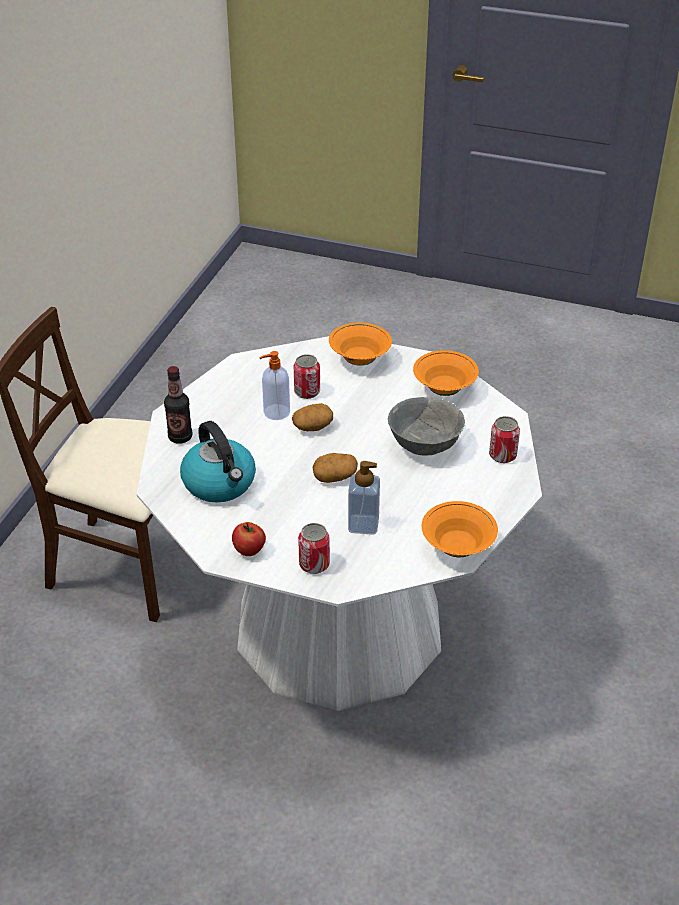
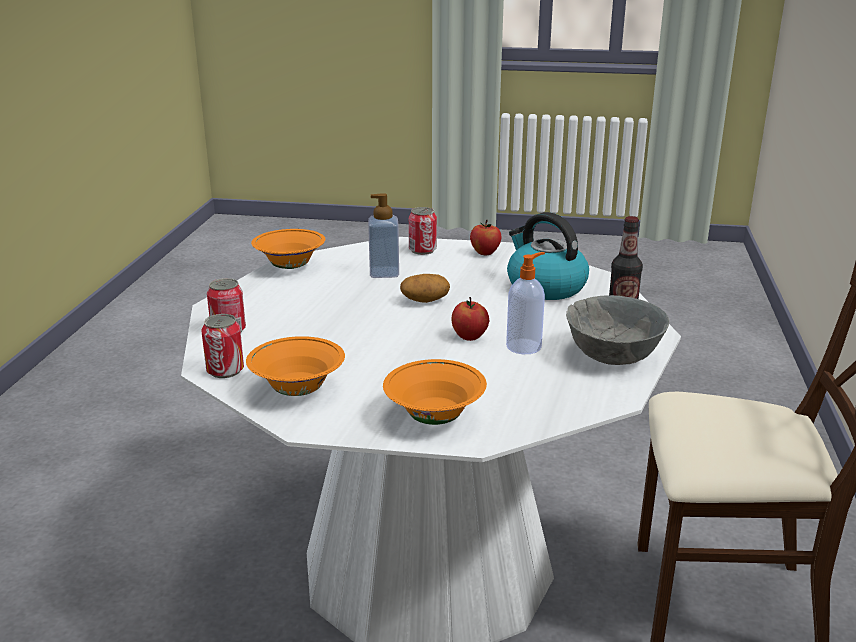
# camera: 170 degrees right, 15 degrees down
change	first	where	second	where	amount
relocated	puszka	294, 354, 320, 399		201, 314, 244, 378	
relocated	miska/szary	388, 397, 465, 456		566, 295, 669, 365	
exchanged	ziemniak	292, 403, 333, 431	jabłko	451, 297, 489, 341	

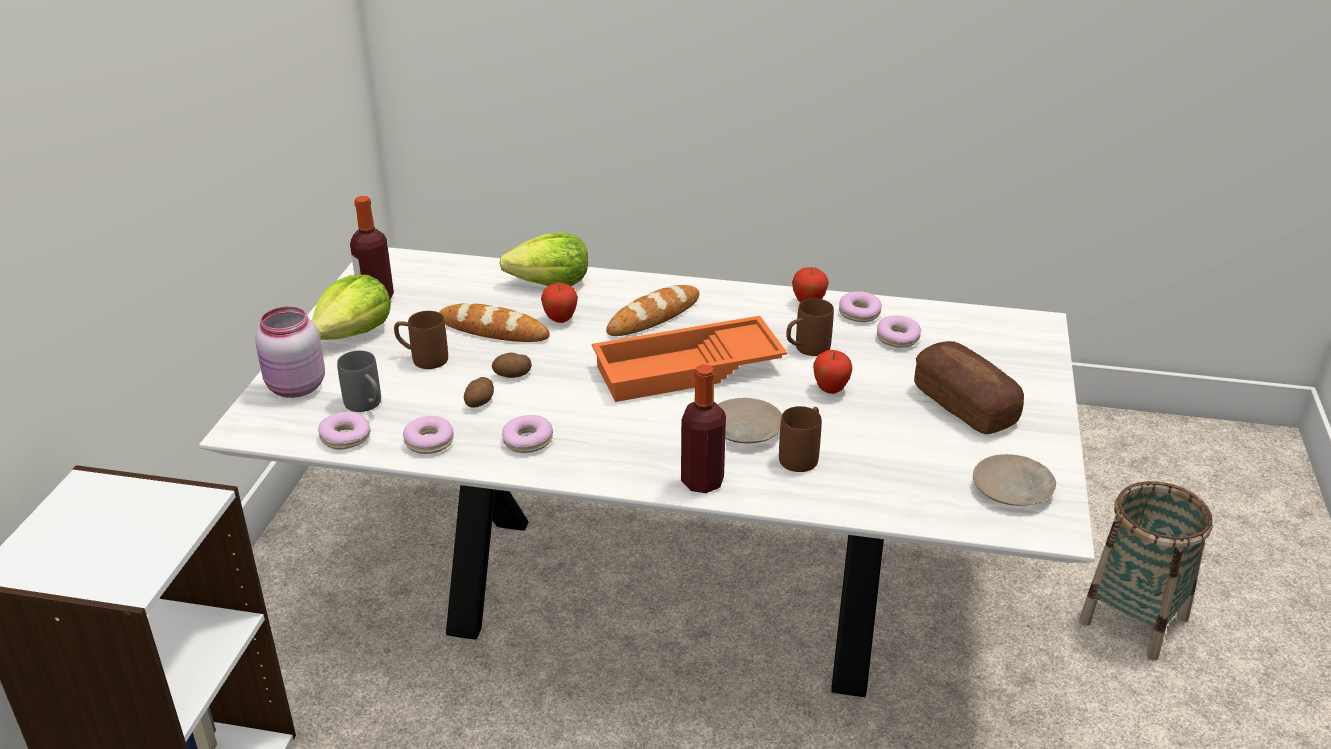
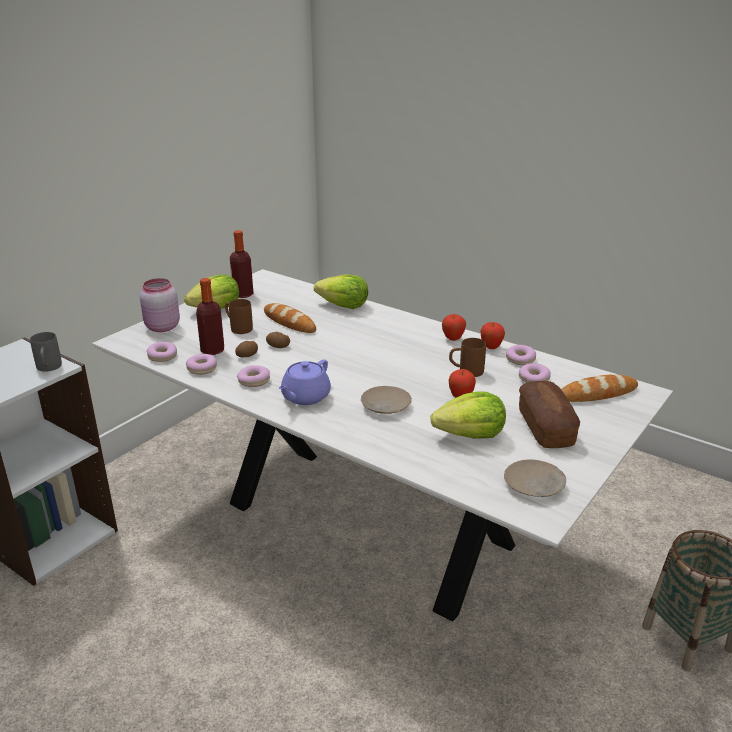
# camera: 25 degrees right, 5 degrees down
change	first	where	second	where	amount
missing	taca/pomarańczowy	592, 316, 787, 402			
missing	kubek/brązowy	779, 406, 822, 472			
appeared			imbryk/fioletowy	279, 360, 331, 405	
appeared			sałata	431, 391, 506, 439	
relocated	kubek/szary	337, 350, 381, 412		30, 332, 62, 372	
relocated	jabłko	541, 283, 578, 323		442, 314, 466, 341	
relocated	chleb	606, 285, 699, 336		561, 375, 638, 402	
relocated	butelka	681, 364, 726, 493		196, 278, 224, 355	

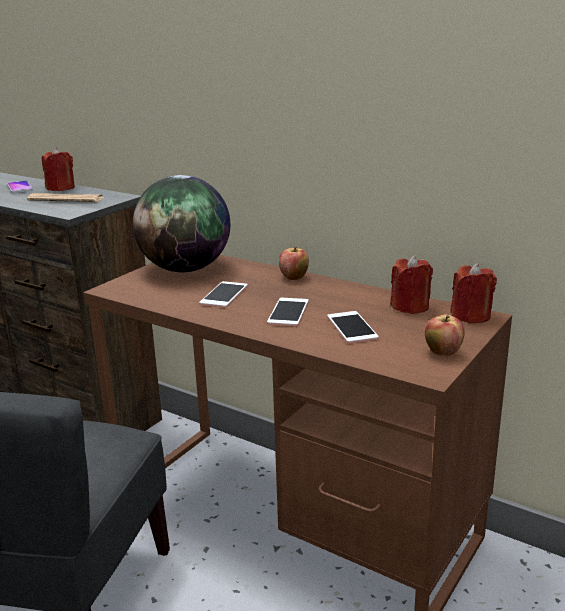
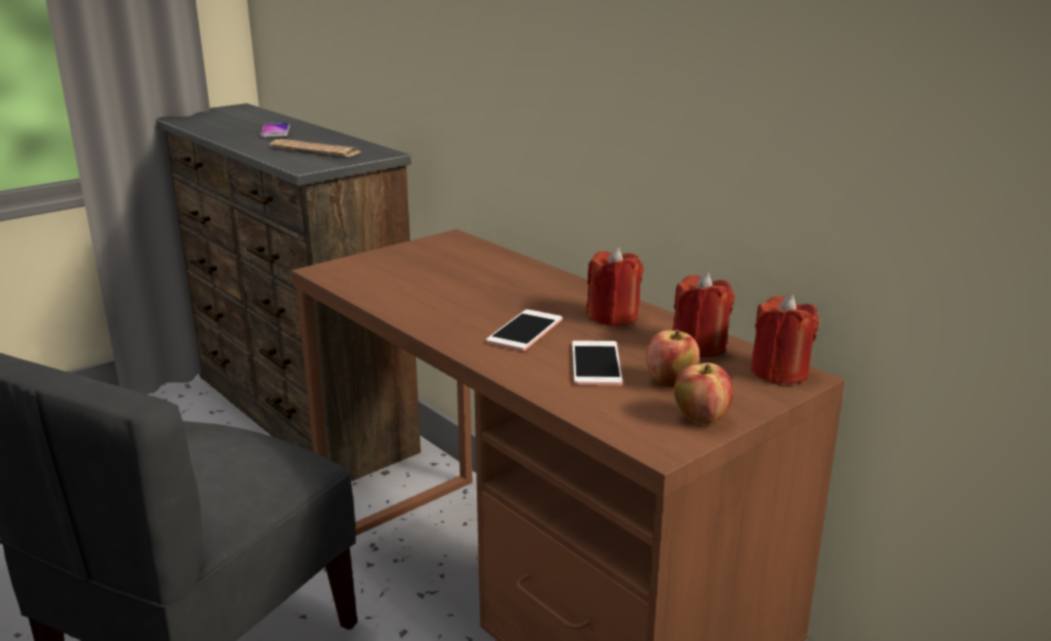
# camera: 15 degrees right, 0 degrees up
change	first	where	second	where	amount
missing	globus	133, 175, 230, 272			
missing	telefon	199, 281, 248, 308			
relocated	świeca/czerwony	42, 147, 75, 191		586, 247, 643, 327	
relocated	jabłko	279, 247, 309, 280		646, 330, 699, 388	

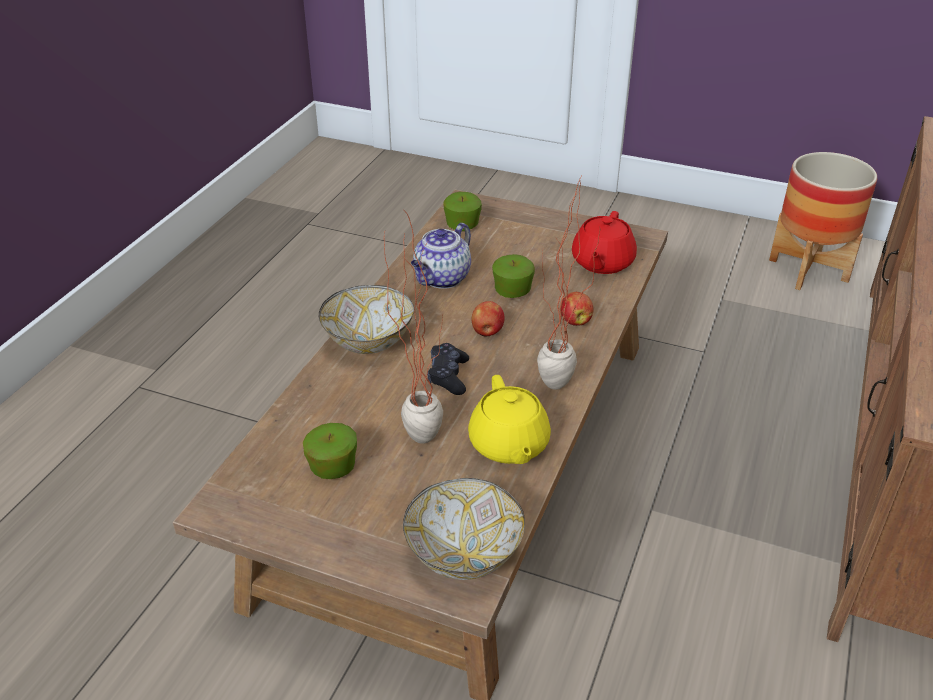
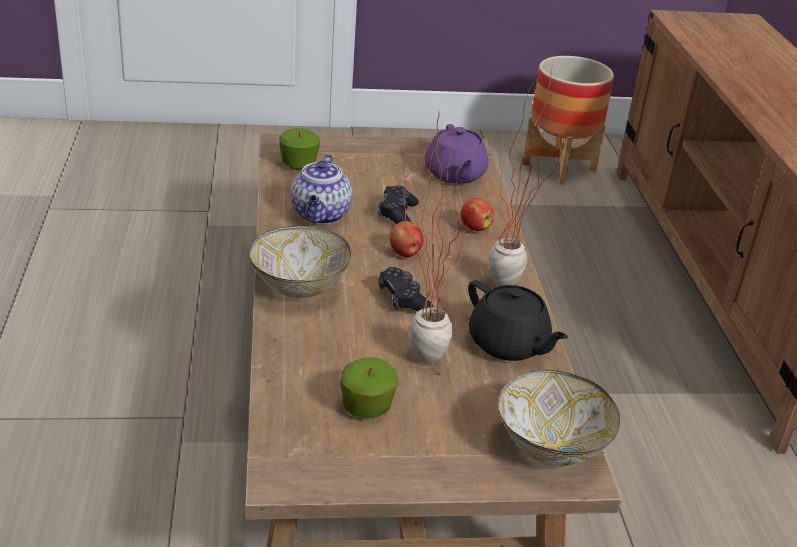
# camera: 30 degrees left, 5 degrees down
change	first	where	second	where	amount
exchanged	jabłko	492, 254, 535, 298	pad do gier/czarny	378, 186, 419, 224	
colour	imbryk/żółty	468, 375, 551, 464	imbryk/czarny	468, 280, 568, 361	
colour	imbryk/czerwony	572, 211, 637, 274	imbryk/fioletowy	425, 124, 489, 184	

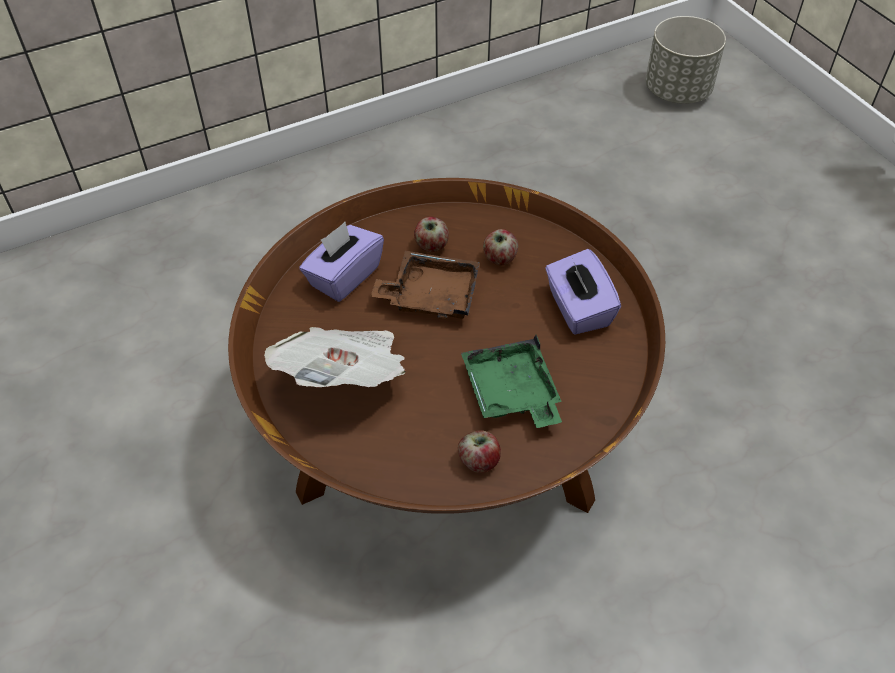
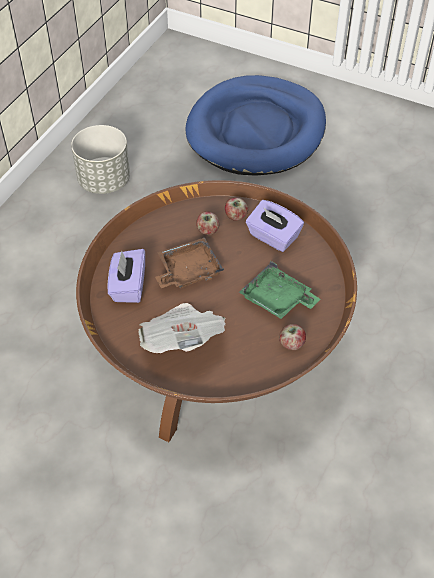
# camera: 35 degrees left, 0 degrees up
change	first	where	second	where	amount
appeared			legowisko/niebieski	185, 75, 326, 176	
relocated	jabłko	414, 217, 449, 252		225, 198, 248, 221	
relocated	donica/szary	645, 16, 726, 104		71, 125, 130, 194	

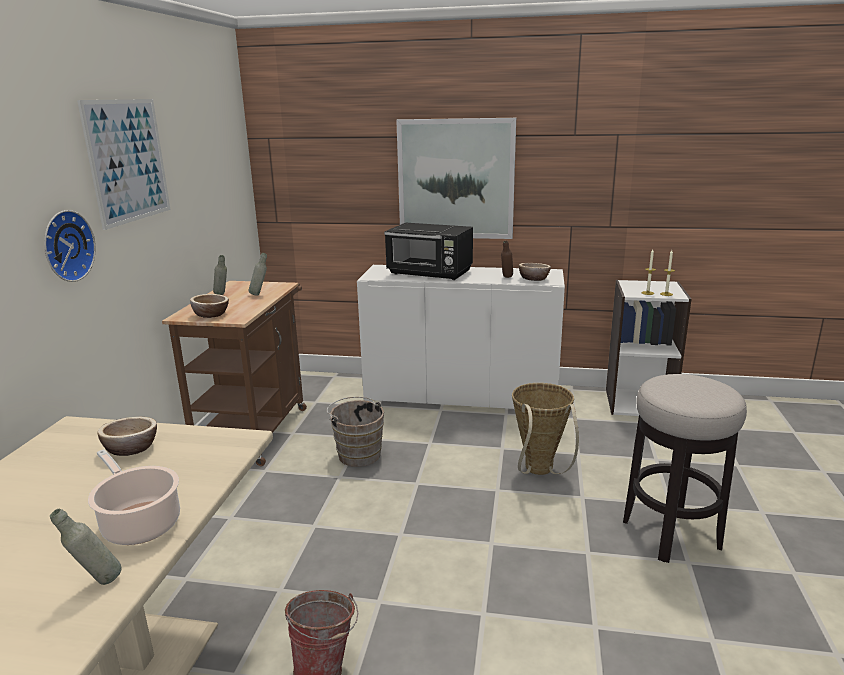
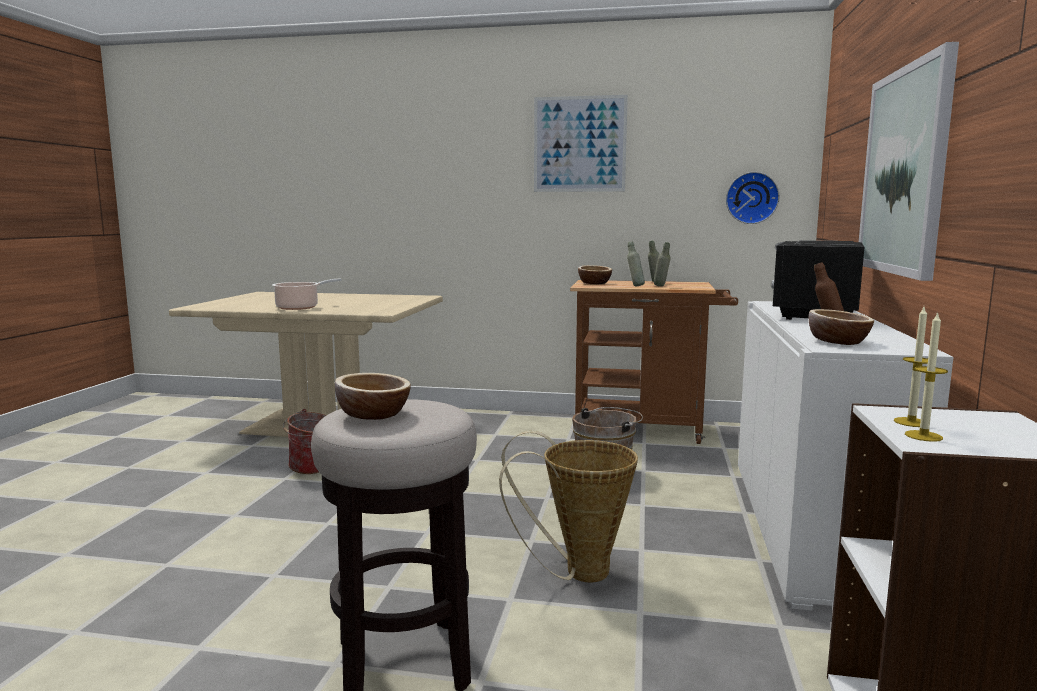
# camera: 90 degrees right, 10 degrees down
change	first	where	second	where	amount
relocated	zegar ścienny	44, 210, 96, 282		726, 172, 780, 224	
relocated	butelka/szary	50, 509, 122, 585		627, 242, 645, 287	
relocated	miska	97, 417, 157, 456		335, 373, 411, 420	

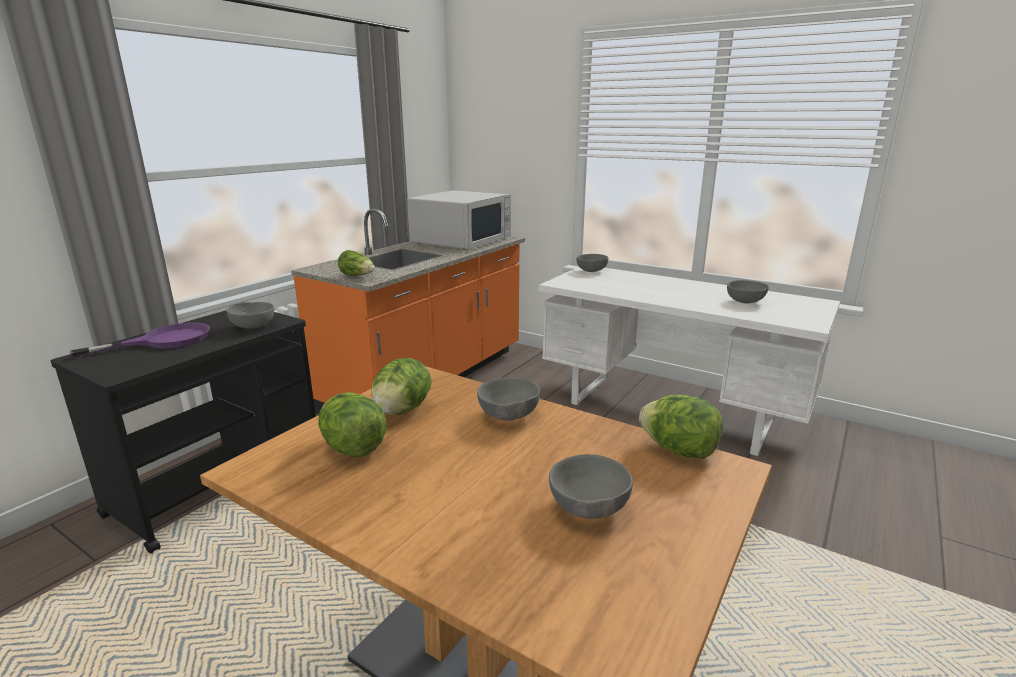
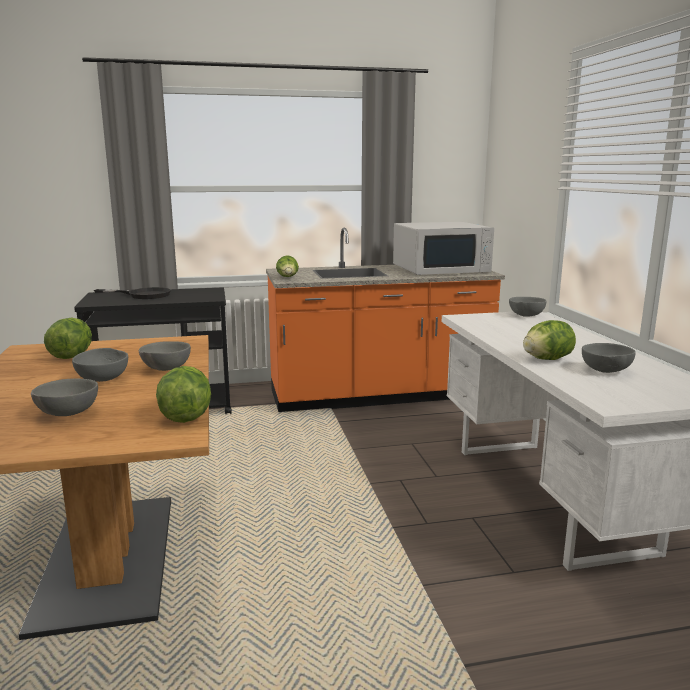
# camera: 45 degrees right, 5 degrees down
change	first	where	second	where	amount
relocated	miska/szary	226, 302, 274, 329		72, 348, 128, 382	
relocated	sałata	371, 358, 432, 415		523, 320, 576, 360	
colour	patelnia/fioletowy	70, 322, 210, 357	patelnia/czarny	94, 287, 171, 299	

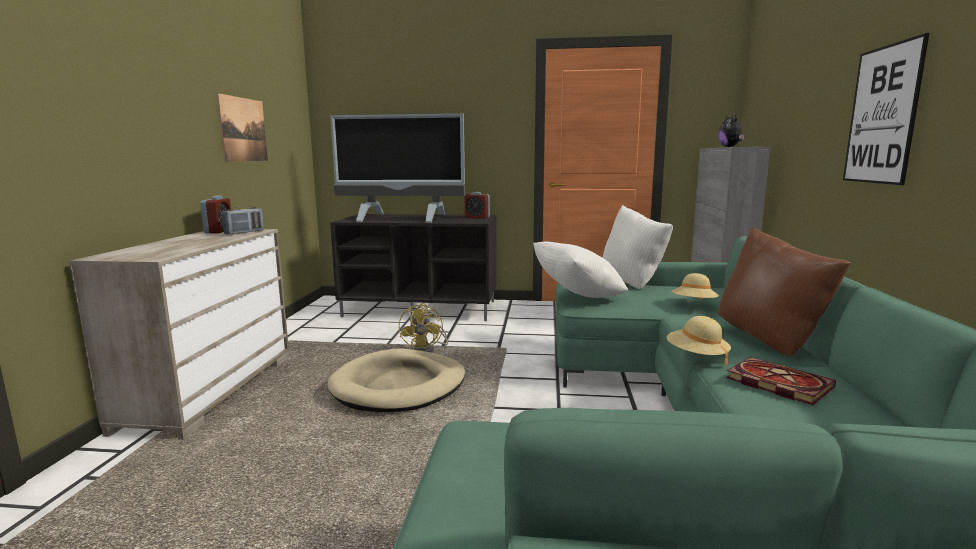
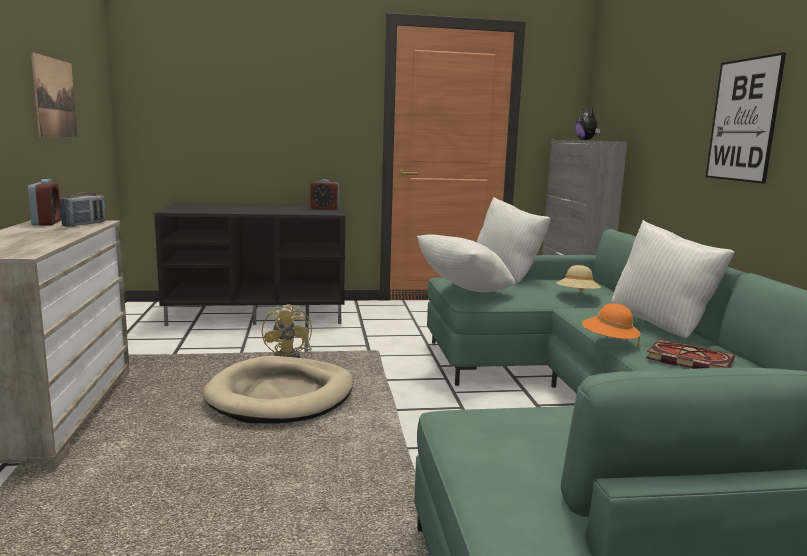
# camera: 15 degrees left, 0 degrees up
change	first	where	second	where	amount
missing	telewizor	330, 113, 465, 223			
colour	kapelusz/beżowy	667, 316, 731, 366	kapelusz/pomarańczowy	582, 303, 640, 348	
colour	poduszka/brązowy	718, 227, 850, 356	poduszka/biały	611, 220, 735, 338	

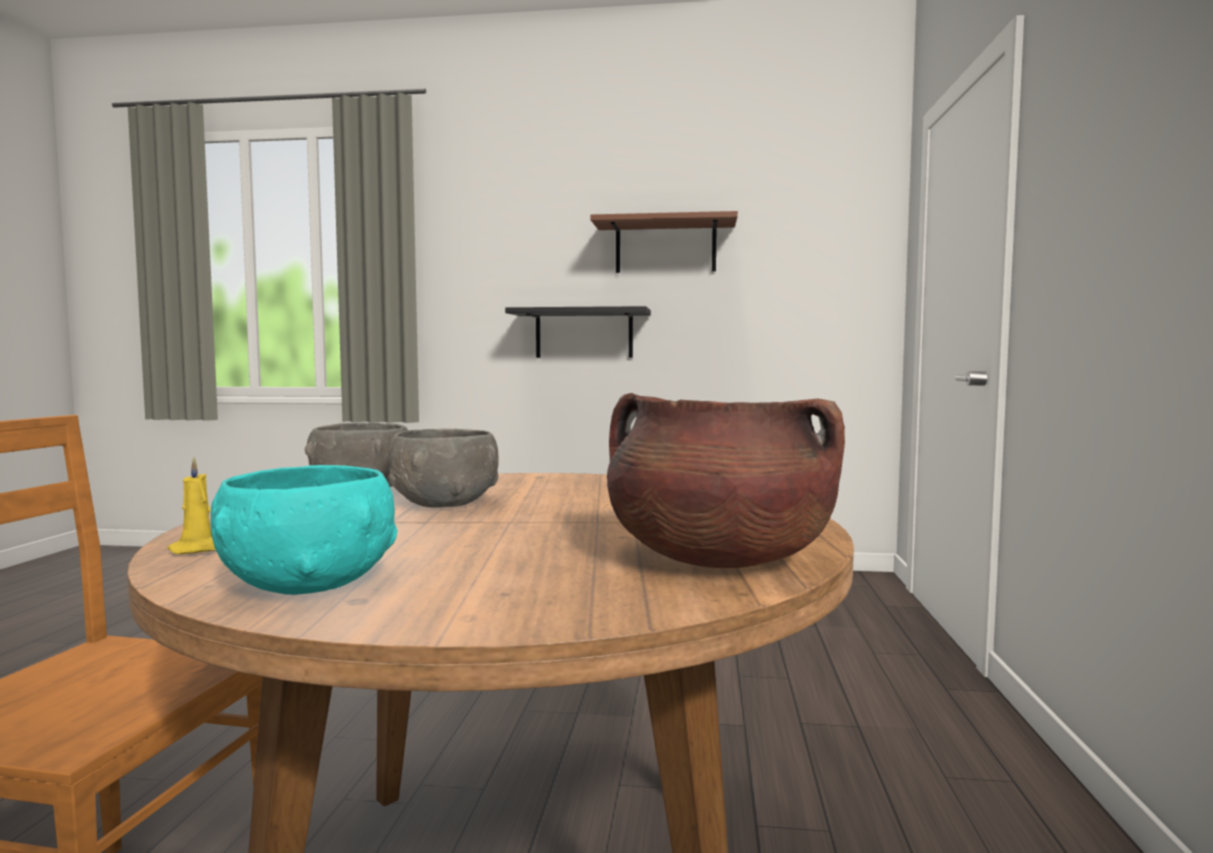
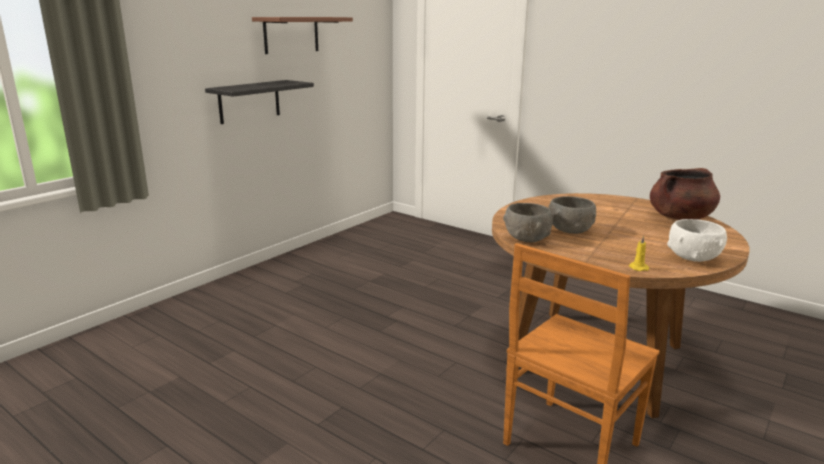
# camera: 60 degrees left, 15 degrees up
change	first	where	second	where	amount
colour	miska/turkusowy	211, 465, 398, 595	miska/biały	667, 219, 727, 262	

